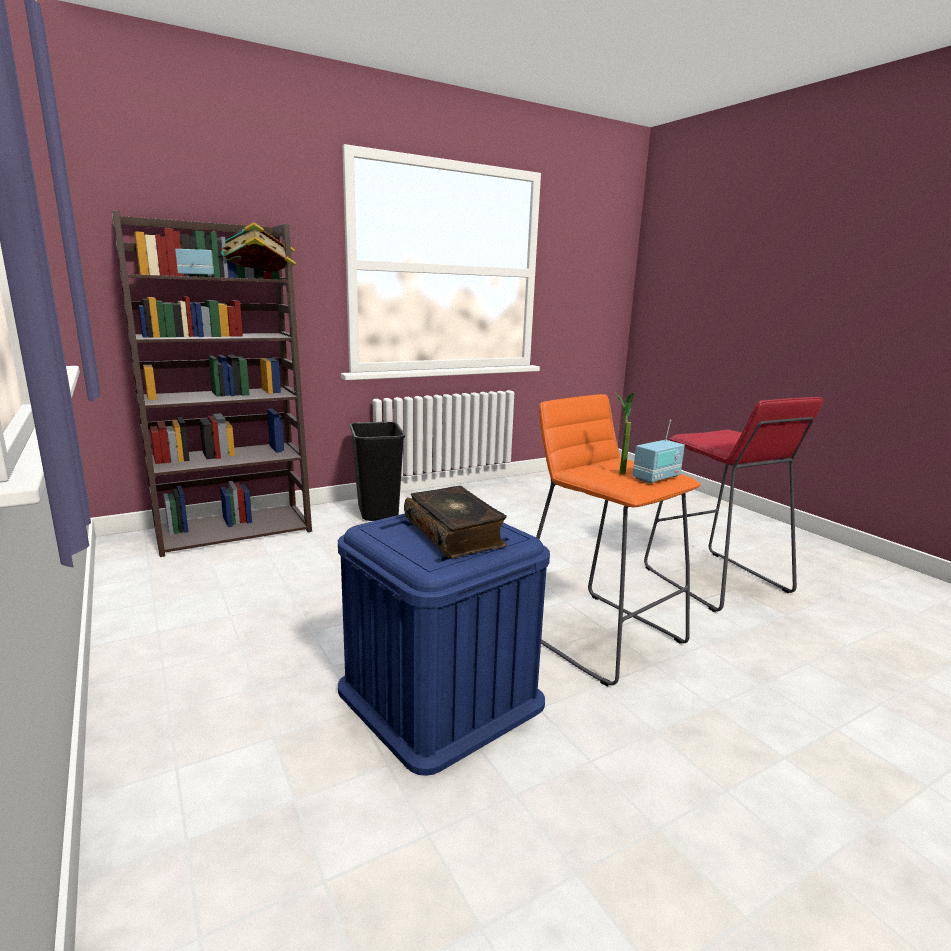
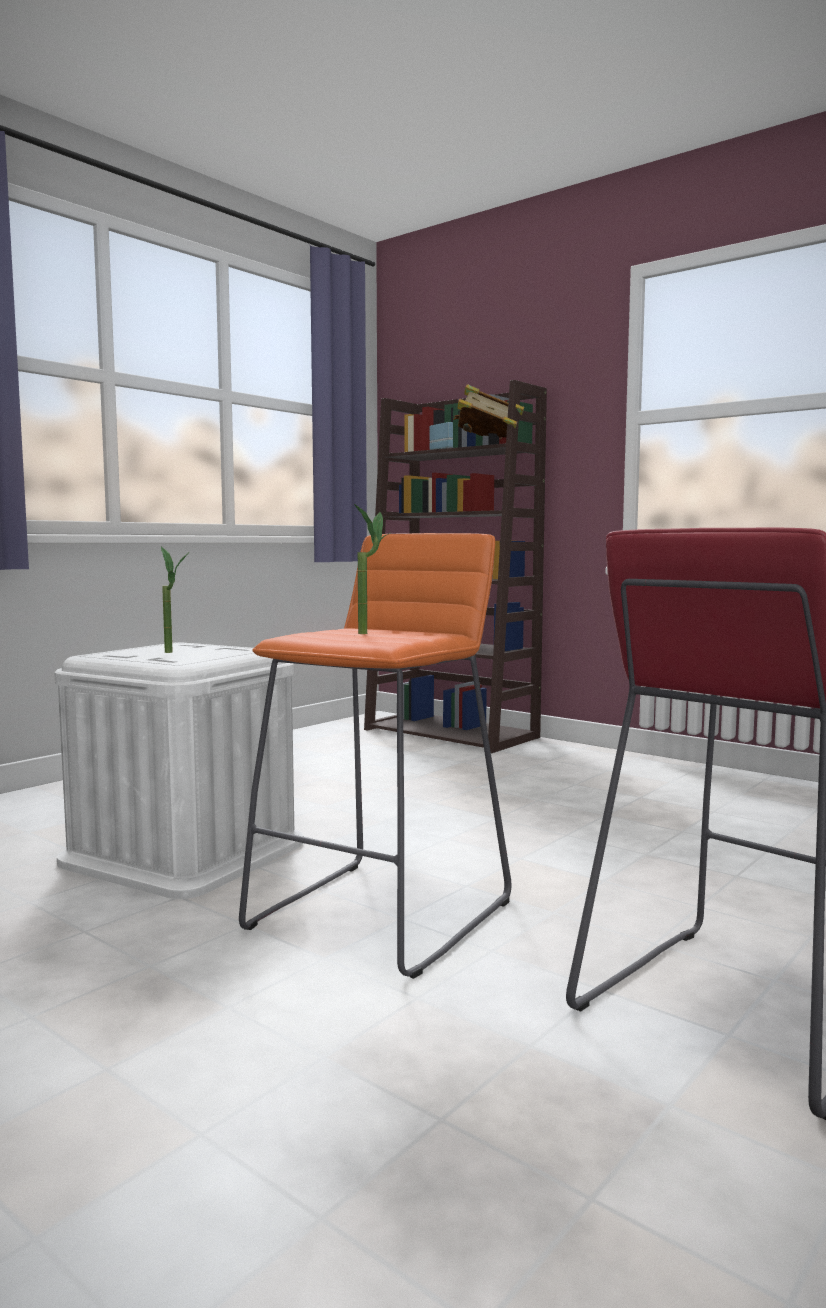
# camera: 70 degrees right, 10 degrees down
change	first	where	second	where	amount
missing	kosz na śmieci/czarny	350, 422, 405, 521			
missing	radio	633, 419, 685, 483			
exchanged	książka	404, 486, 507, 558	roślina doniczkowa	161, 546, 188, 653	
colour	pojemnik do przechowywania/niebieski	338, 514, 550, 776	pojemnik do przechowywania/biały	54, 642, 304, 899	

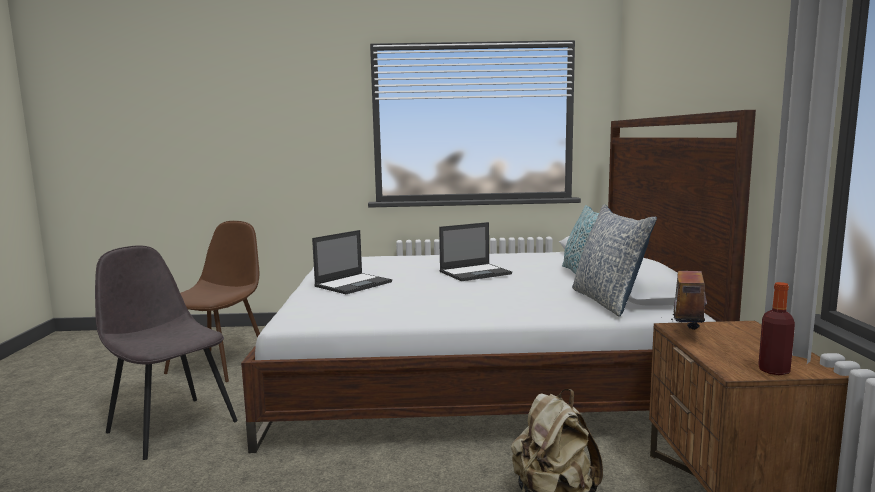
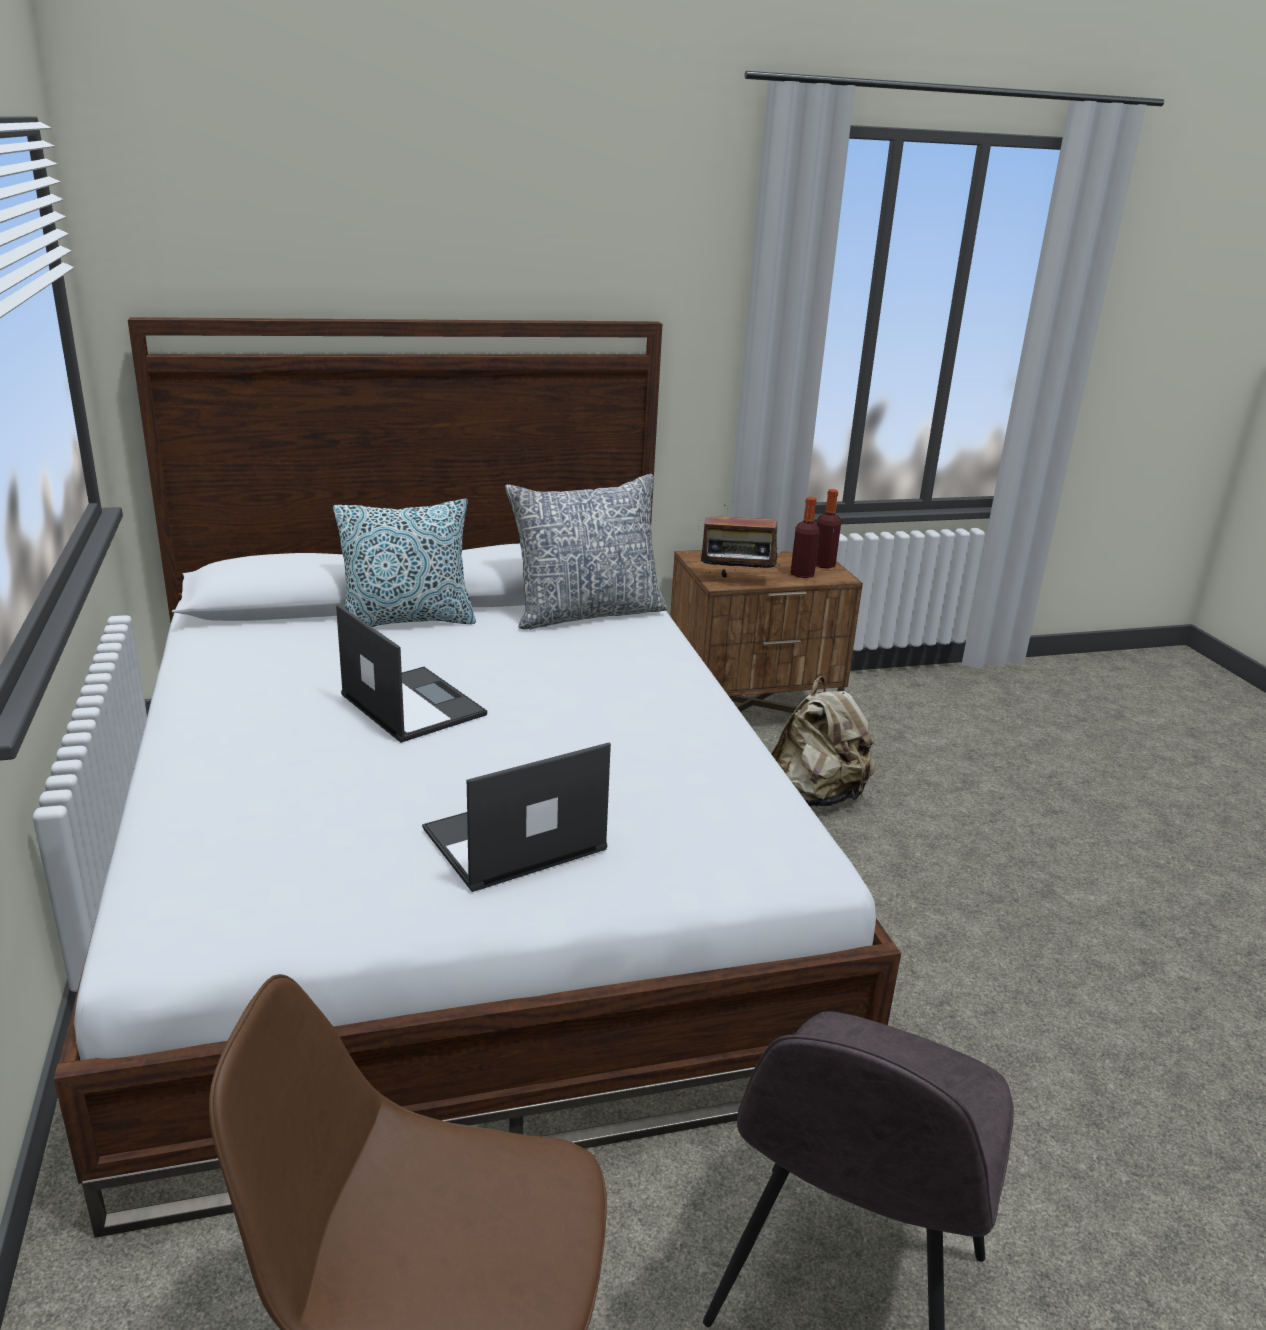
# camera: 105 degrees left, 15 degrees up
change	first	where	second	where	amount
appeared			butelka	791, 497, 820, 578	
spun	laptop	312, 230, 392, 294		422, 742, 611, 892	60 degrees counterclockwise

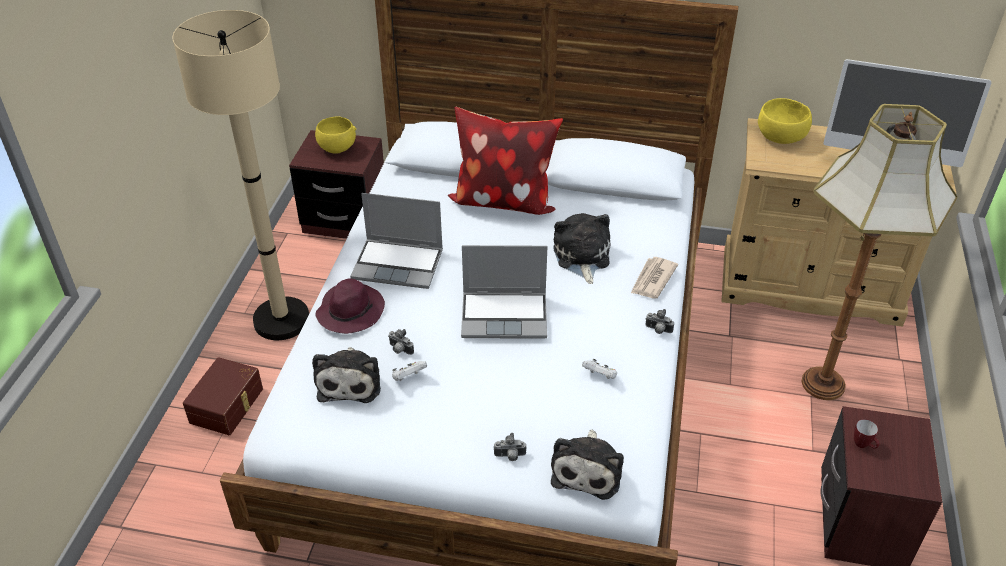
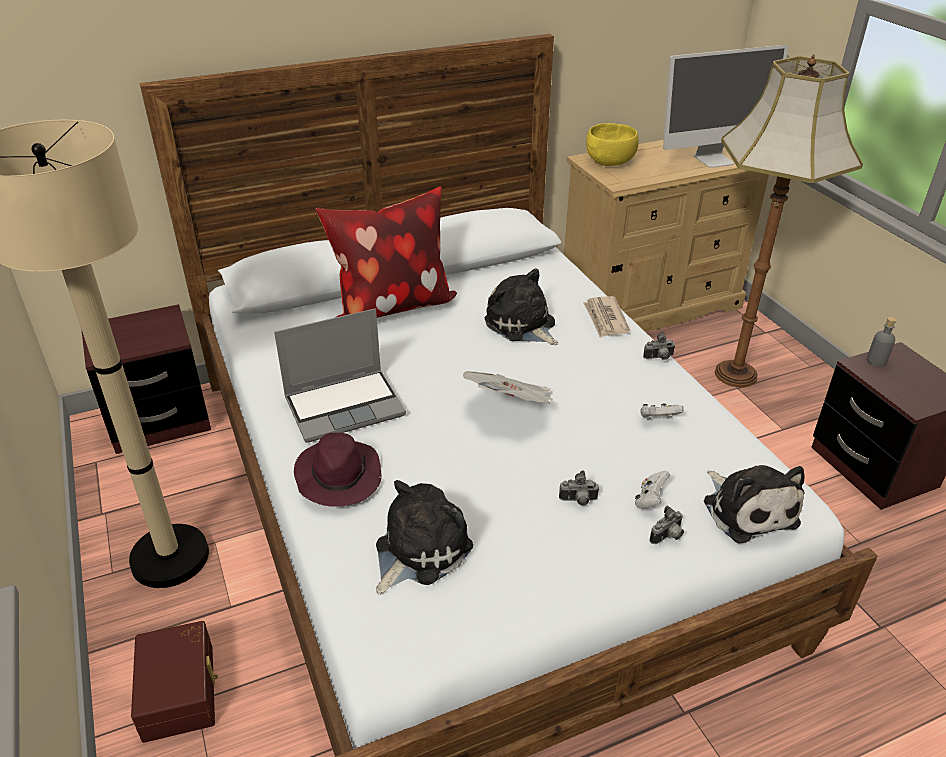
# camera: 35 degrees left, 5 degrees down
change	first	where	second	where	amount
missing	miska/żółty	315, 117, 356, 154			
missing	kubek	854, 419, 880, 448			
appeared			butelka/szary	867, 317, 896, 367	
relocated	aparat fotograficzny	388, 329, 414, 355		559, 470, 599, 505	
relocated	pad do gier/biały	392, 361, 427, 381		635, 471, 670, 509	
exchanged	laptop	461, 245, 548, 339	gazeta	463, 371, 552, 404	
spun	pluszak	312, 347, 381, 403		376, 480, 473, 595	105 degrees counterclockwise

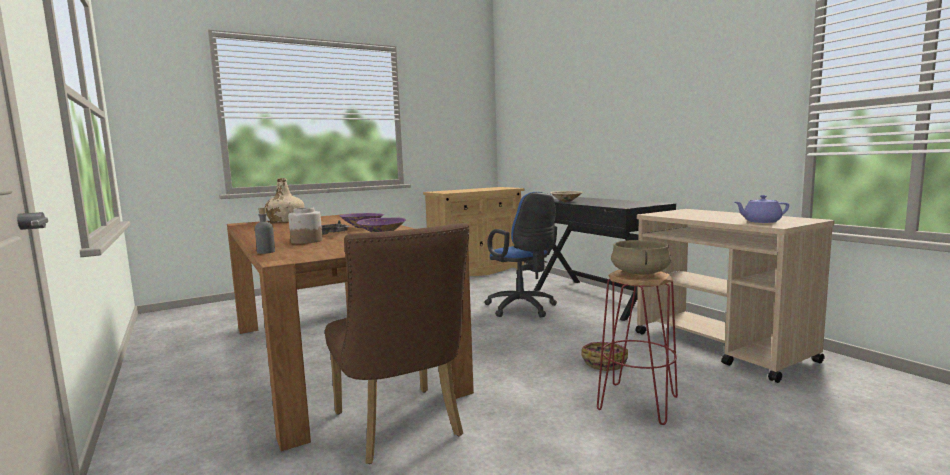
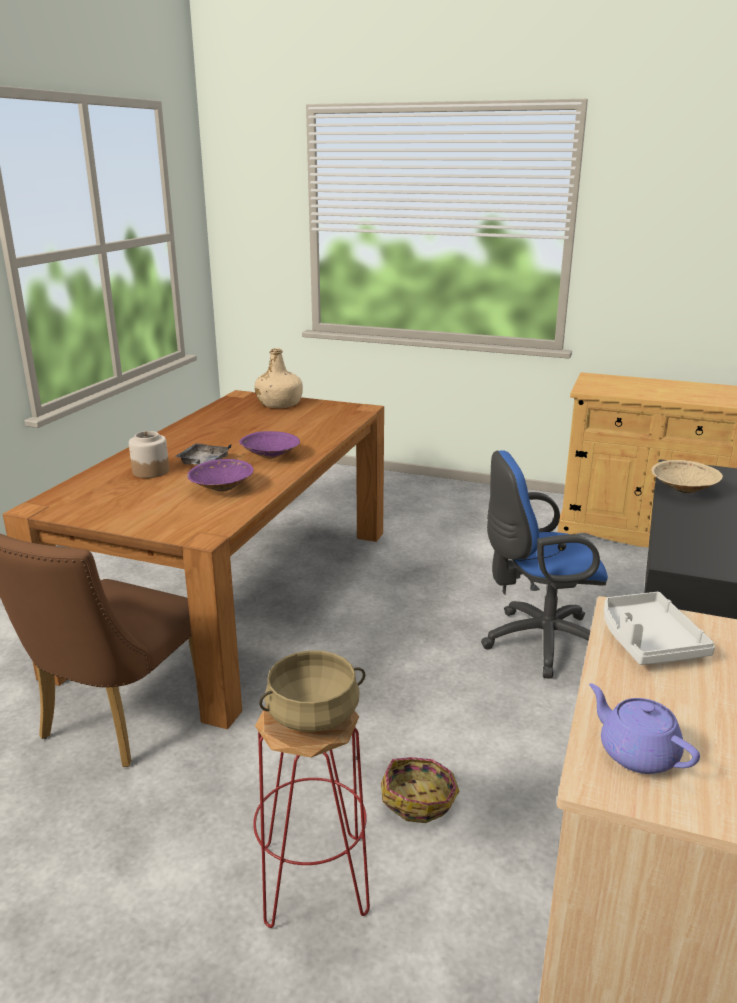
# camera: 50 degrees right, 15 degrees up
change	first	where	second	where	amount
missing	butelka/szary	255, 207, 275, 254			
appeared			taca/biały	604, 592, 715, 665	
spun	krzesło biurowe/niebieski	484, 192, 557, 317		481, 450, 608, 679	60 degrees clockwise

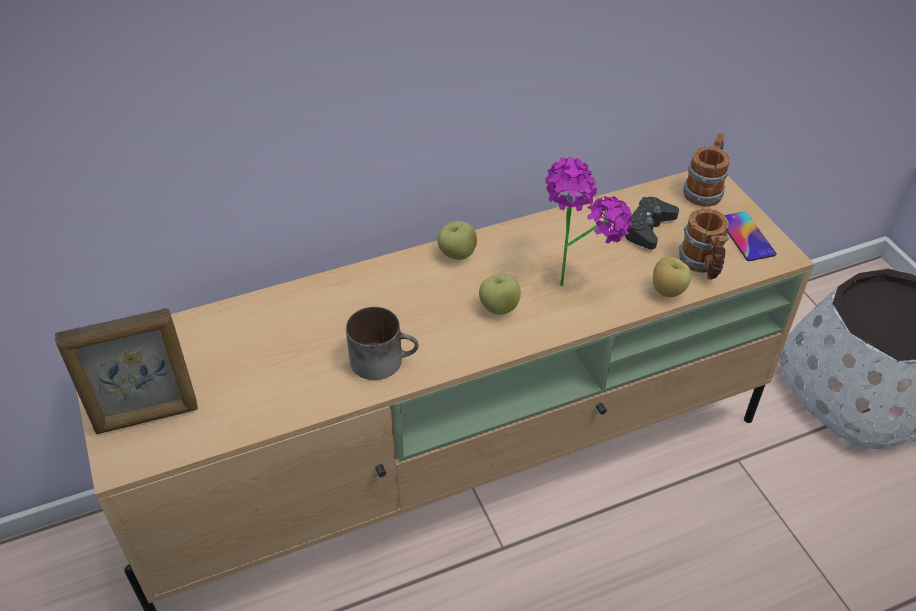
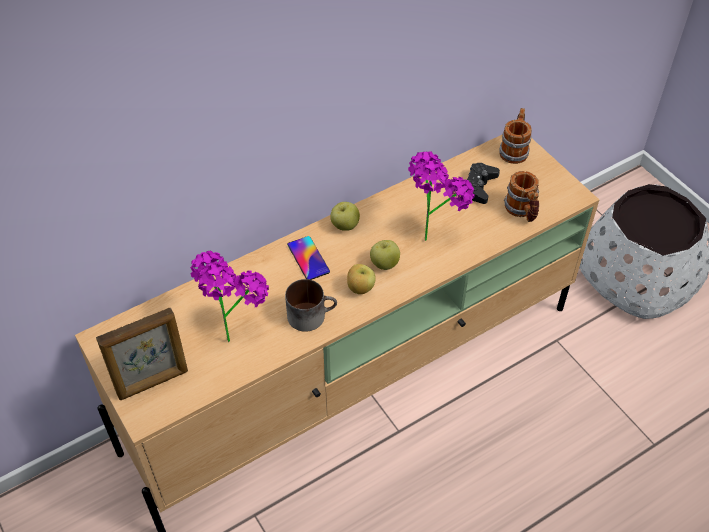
# camera: 10 degrees left, 5 degrees up
change	first	where	second	where	amount
appeared			roślina doniczkowa	190, 250, 269, 342	
relocated	jabłko	653, 256, 691, 297		347, 264, 376, 294	
relocated	telefon	724, 212, 777, 261		287, 236, 330, 280	

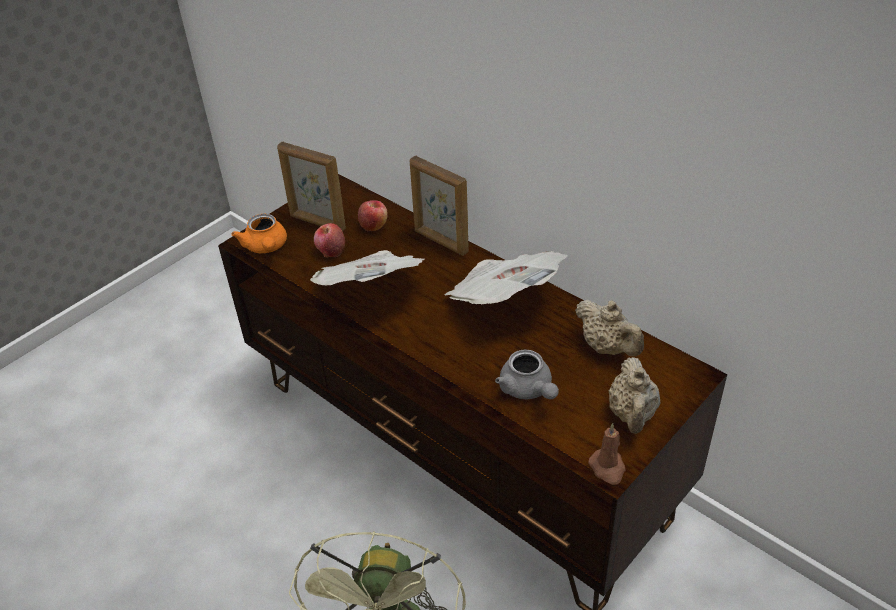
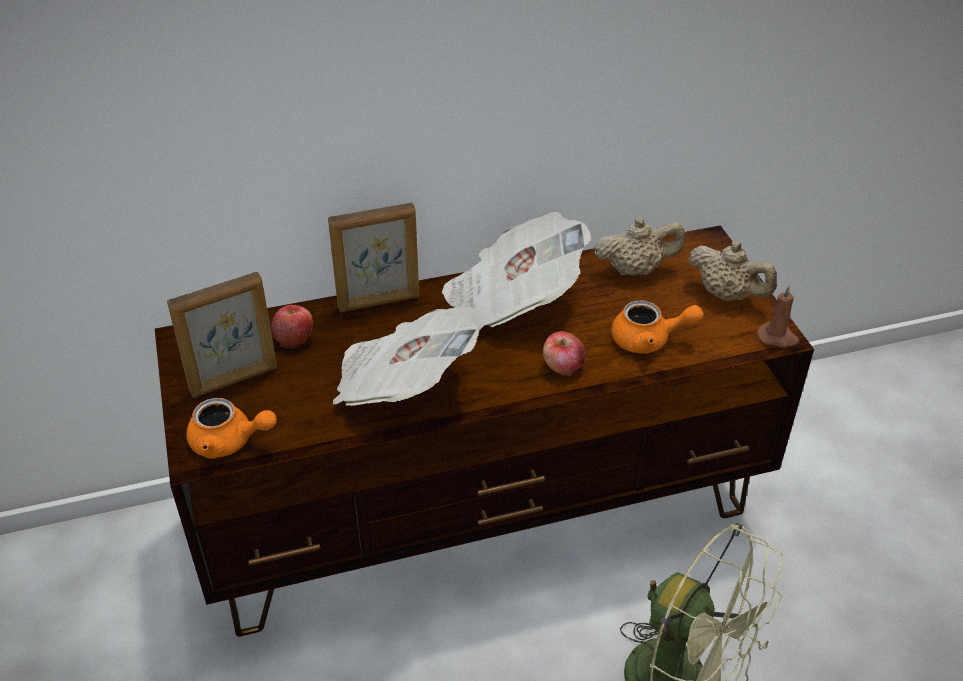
# camera: 60 degrees left, 0 degrees up
change	first	where	second	where	amount
relocated	jabłko	314, 223, 345, 258		543, 331, 586, 376	
colour	imbryk/szary	495, 349, 559, 399	imbryk/pomarańczowy	611, 300, 703, 354	

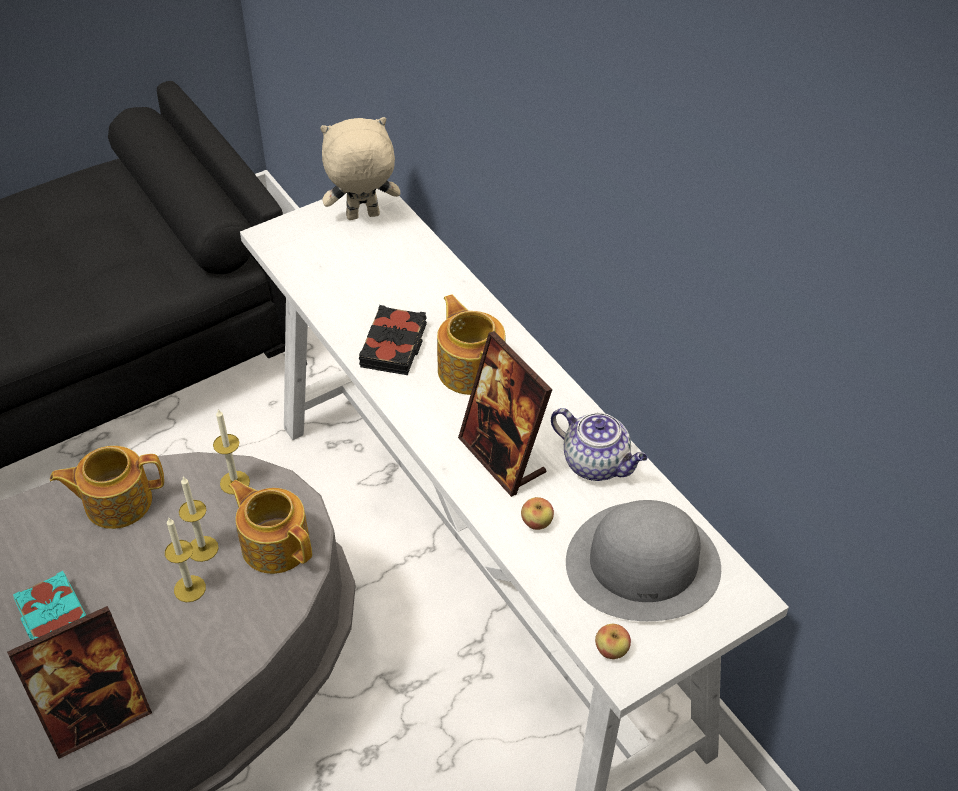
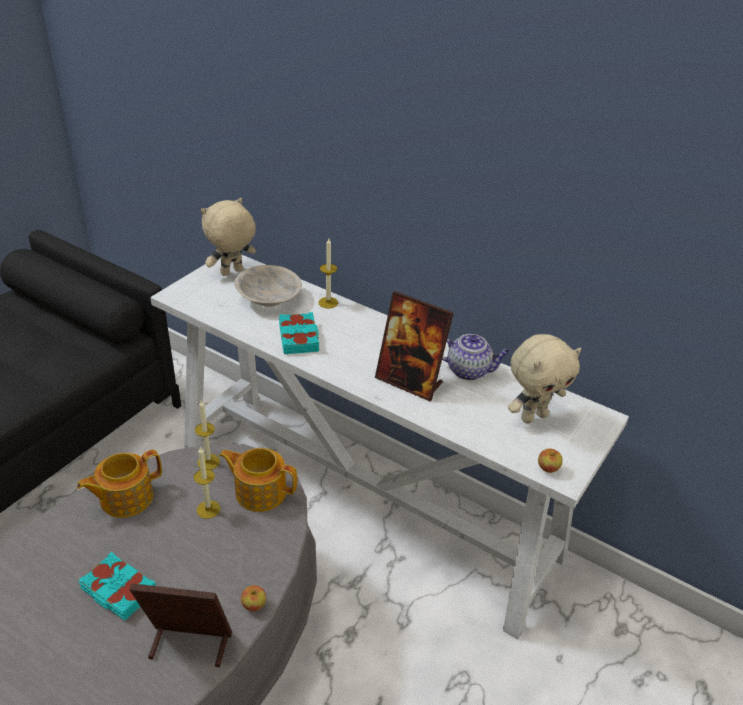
# camera: 25 degrees left, 10 degrees down
change	first	where	second	where	amount
missing	imbryk	437, 294, 505, 395			
appeared			miska/beżowy	235, 265, 302, 307	
relocated	świeca	165, 518, 206, 602		318, 238, 338, 309	
relocated	jabłko	521, 497, 554, 530		241, 585, 266, 612	
exchanged	kapelusz/szary	566, 500, 721, 621	pluszak/beżowy	508, 334, 581, 423	
colour	książka/czarny	359, 305, 427, 375	książka/turkusowy	279, 312, 319, 354	
spun	ramka na zdjęcie	7, 606, 152, 759		129, 583, 232, 667	120 degrees counterclockwise

